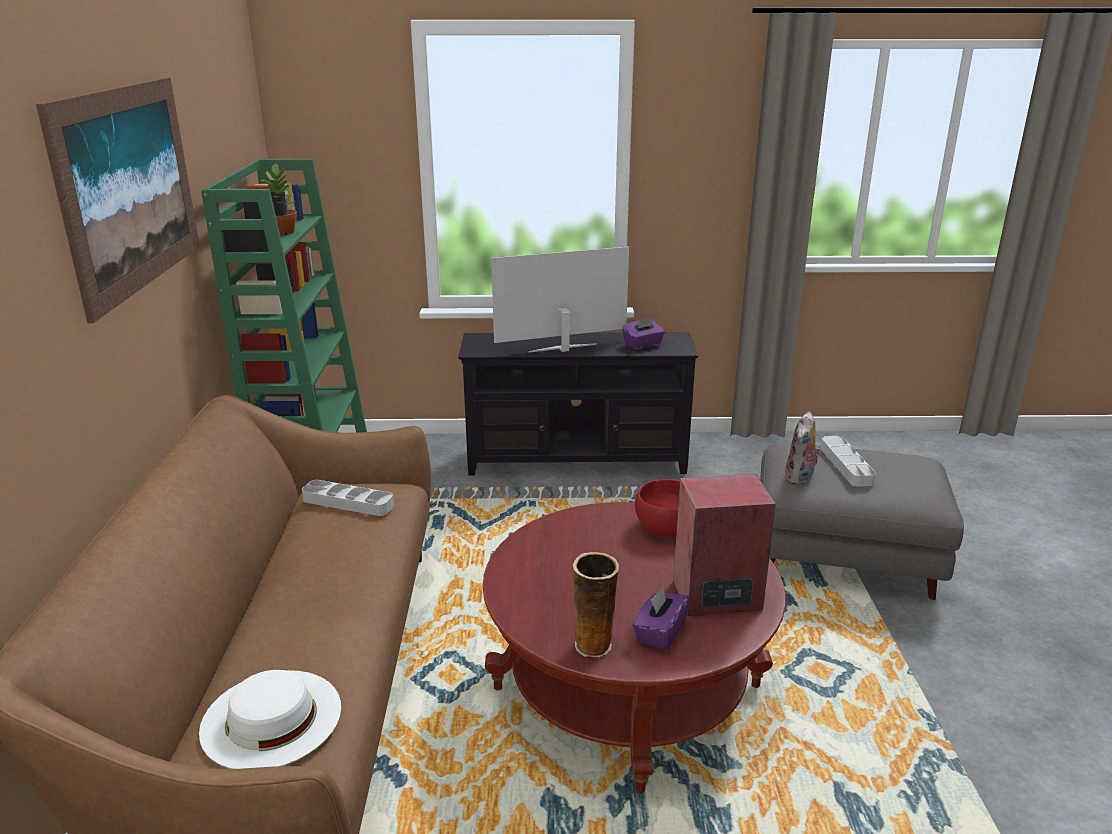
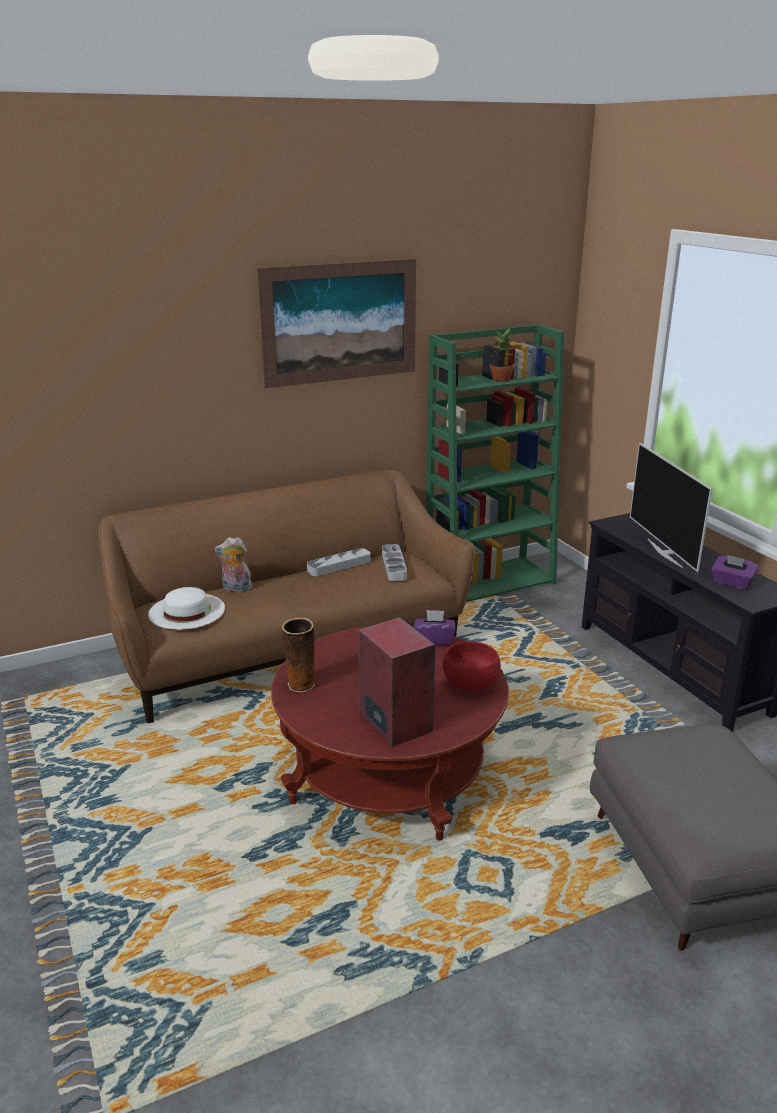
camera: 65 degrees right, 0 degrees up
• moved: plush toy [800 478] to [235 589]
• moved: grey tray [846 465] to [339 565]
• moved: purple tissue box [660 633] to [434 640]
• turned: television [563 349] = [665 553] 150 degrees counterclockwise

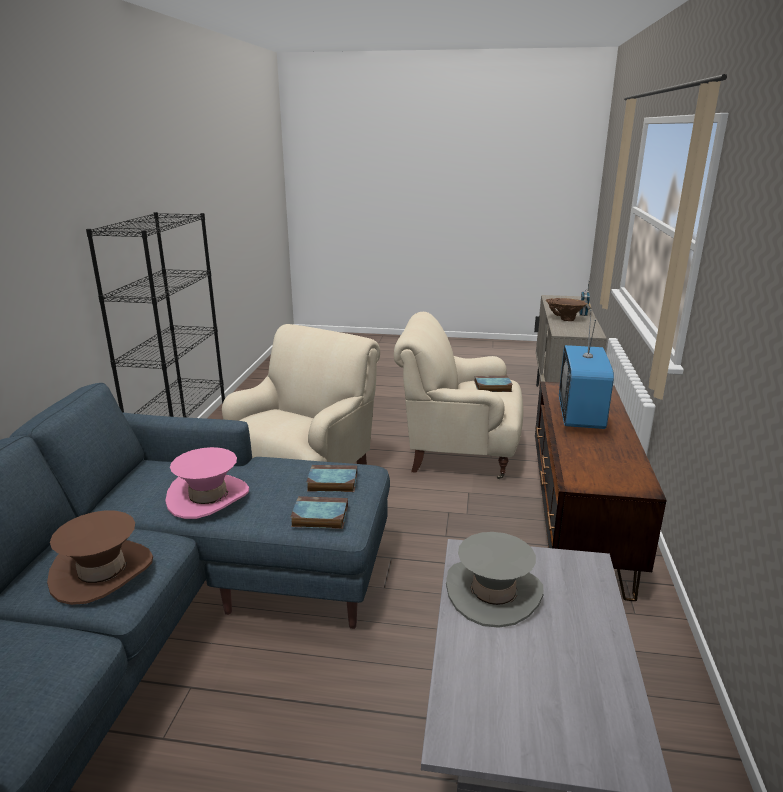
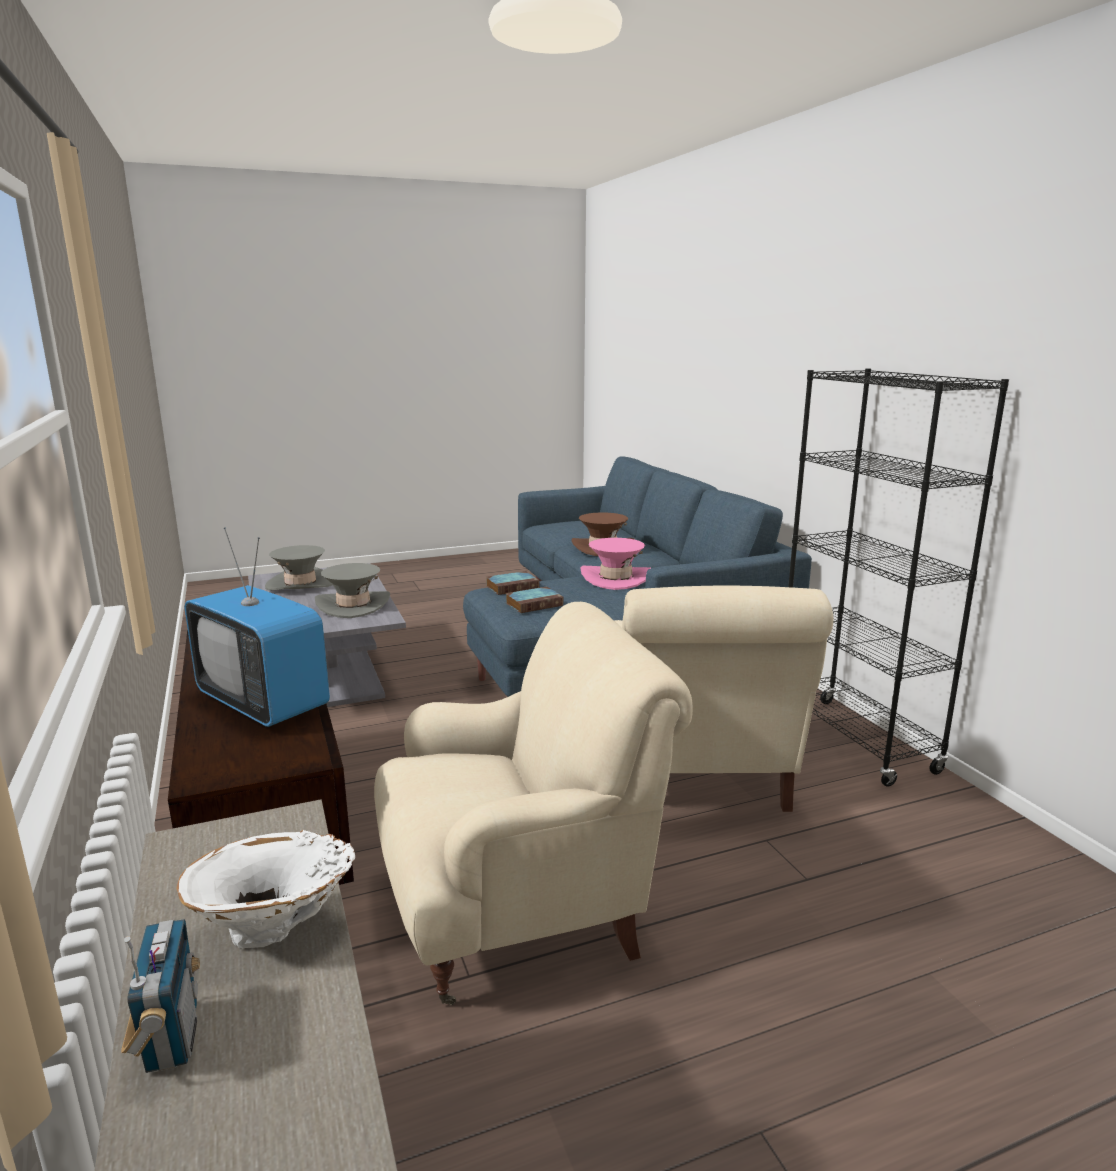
camera: 150 degrees right, 5 degrees down
• recoloured: brown vase [564 319] to white vase [276 933]
• turned: television [581 416] = [264 703] 150 degrees clockwise
• added: grey hat [300 584]
• removed: book [492 387]

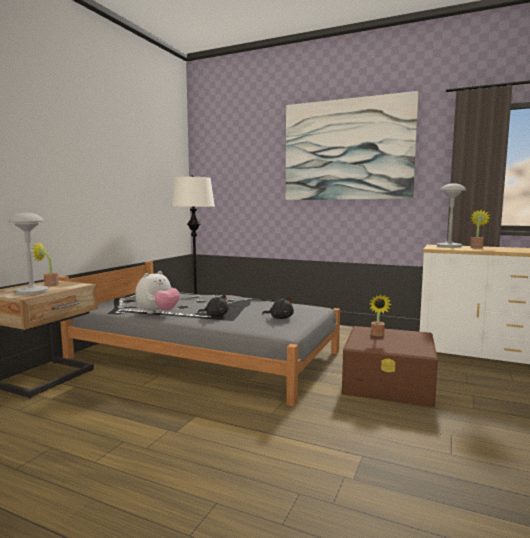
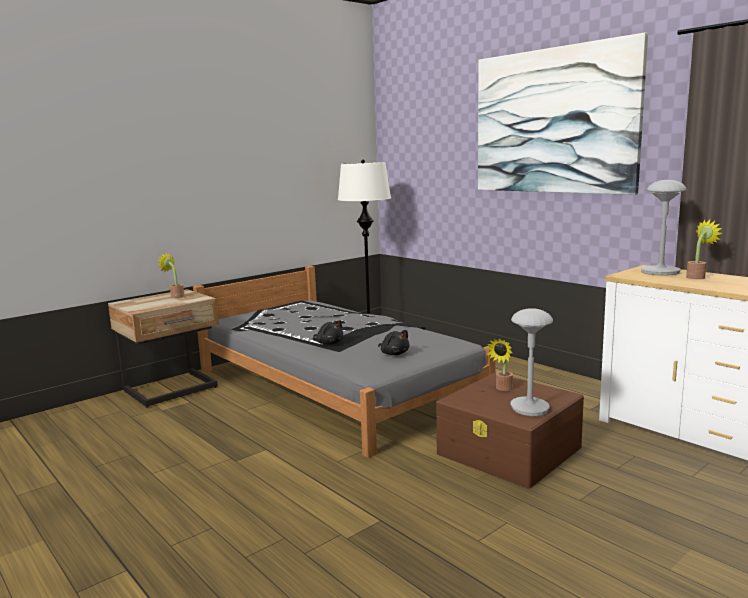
camera: 25 degrees right, 5 degrees up
• moved: grey table lamp [32 292] to [529 408]
• removed: plush toy [158 313]

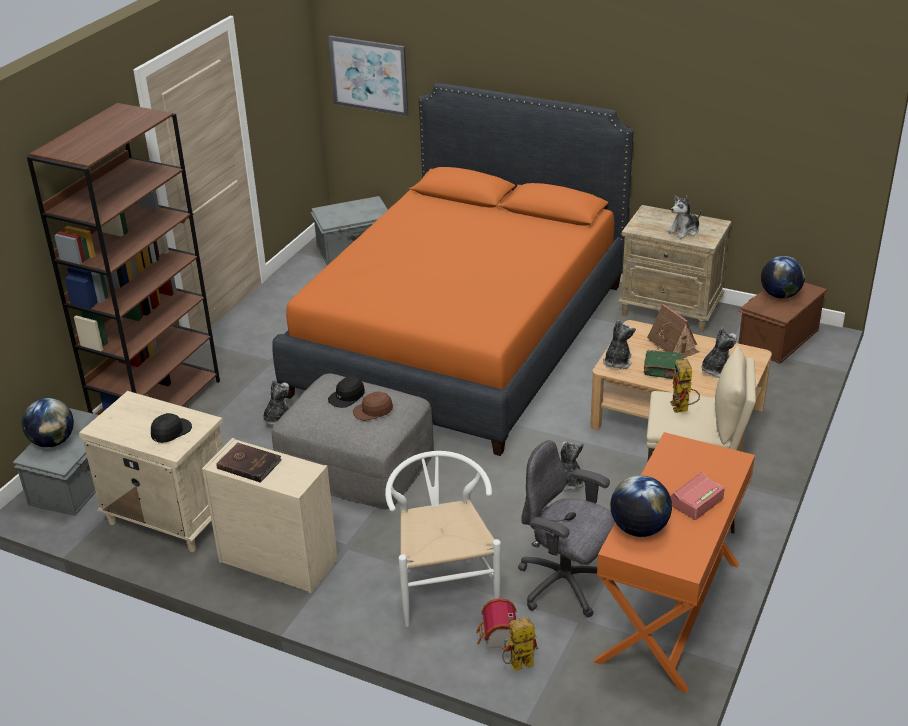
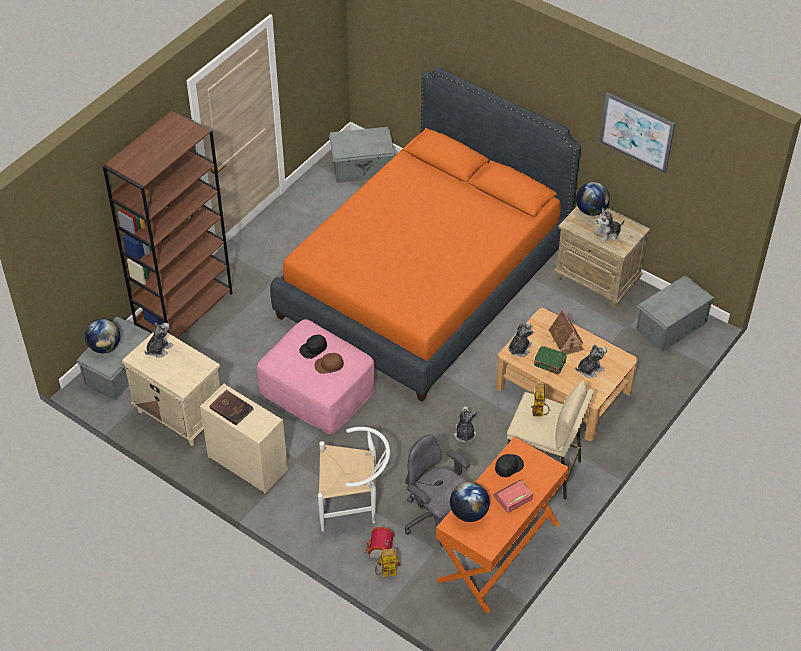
camera: 10 degrees right, 15 degrees up
• moved: plush toy [277 419] to [159 349]
• recoloured: grey ottoman [357 463] to pink ottoman [318 390]
• turned: white chair [443 585] = [354 504] 90 degrees clockwise
• moved: black cap [171 431] to [508 466]
• moved: globe [779 295] to [591 210]
• moved: picture [369 75] to [637 132]
• recoloured: brown storage box [777 338] to grey storage box [670 325]

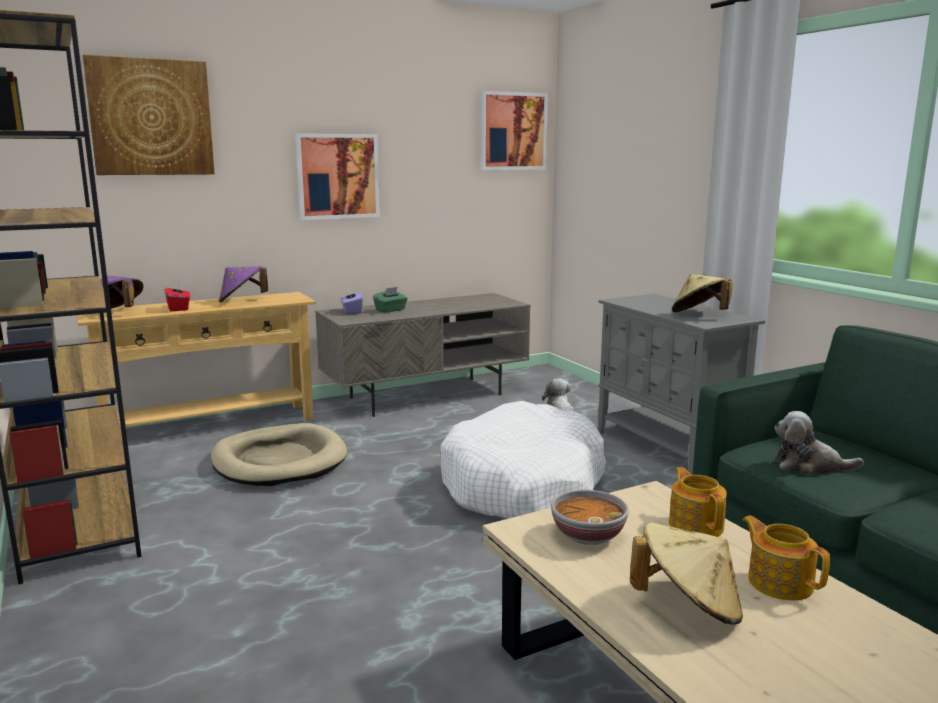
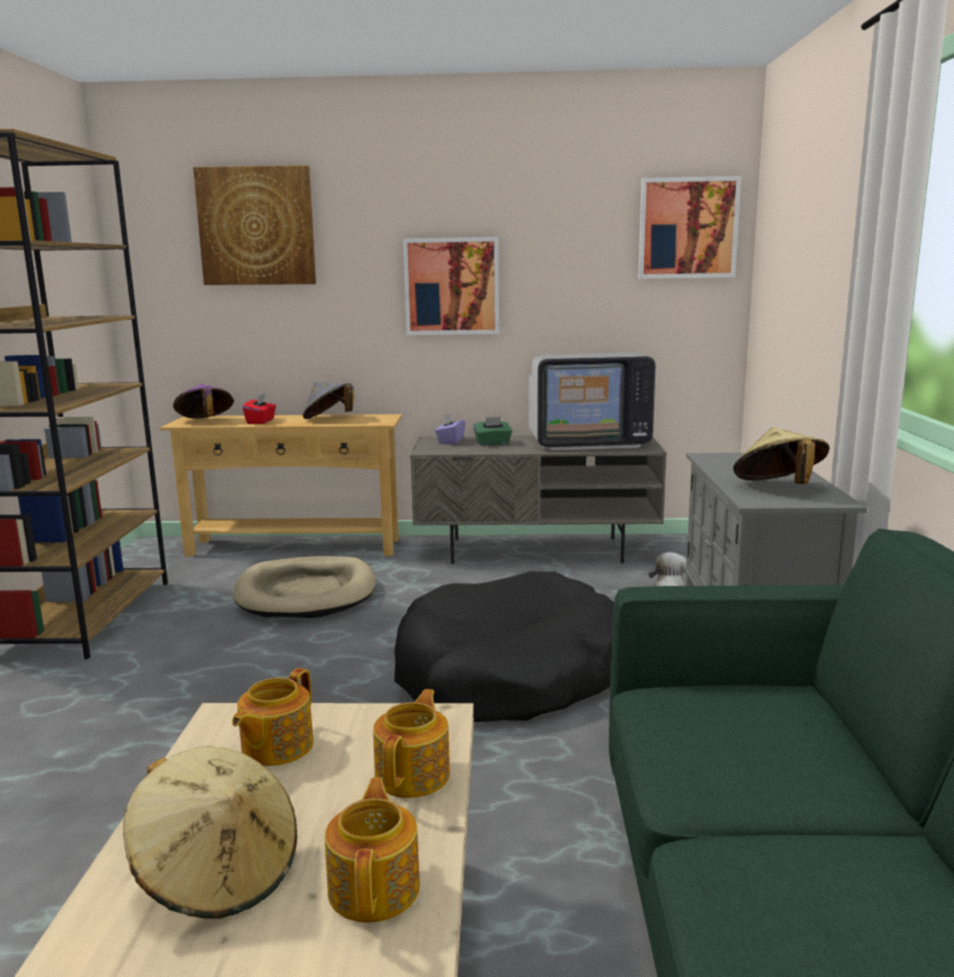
camera: 30 degrees right, 0 degrees up
• replaced: bowl [587 535] to teapot [275 747]
• recoloured: purple hat [242 301] to grey hat [329 419]
• recoloured: white dog bed [522 484] to black dog bed [508 675]
• added: television [588 442]
• removed: plush toy [809 466]

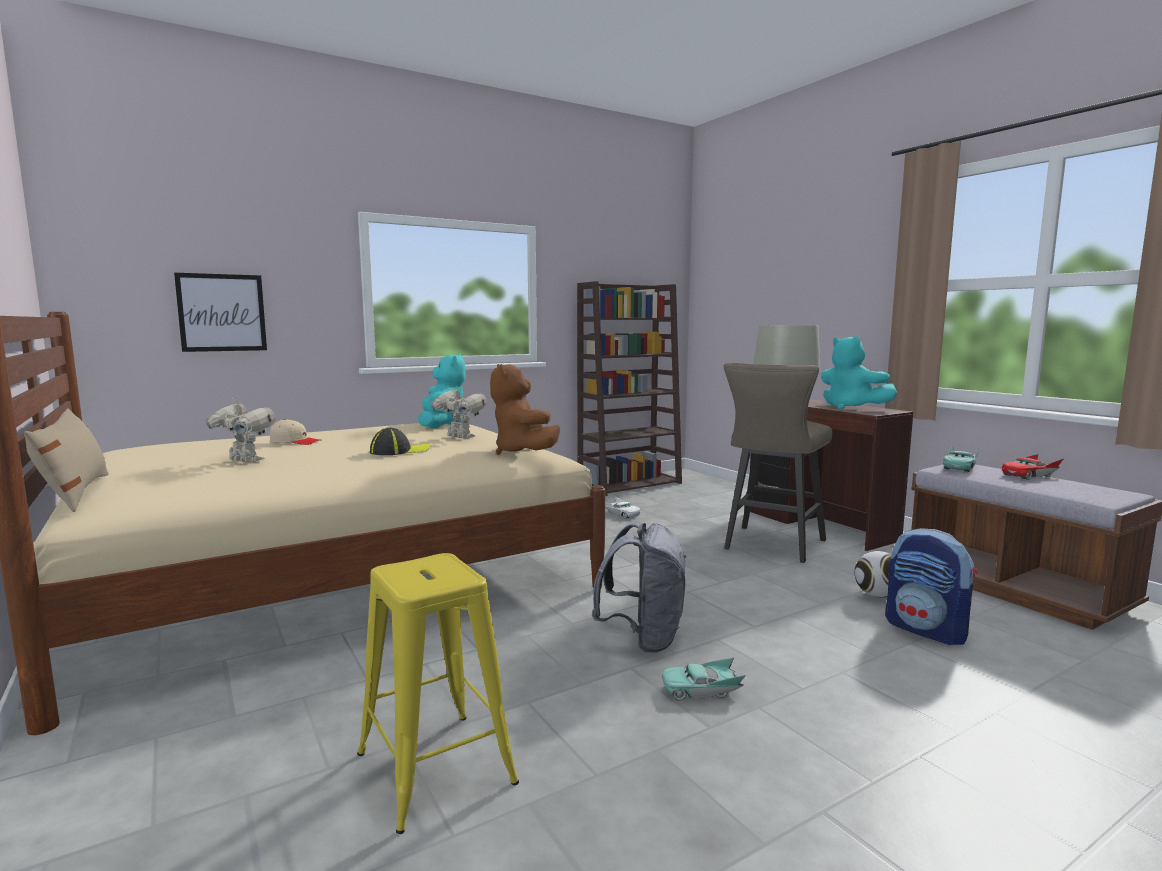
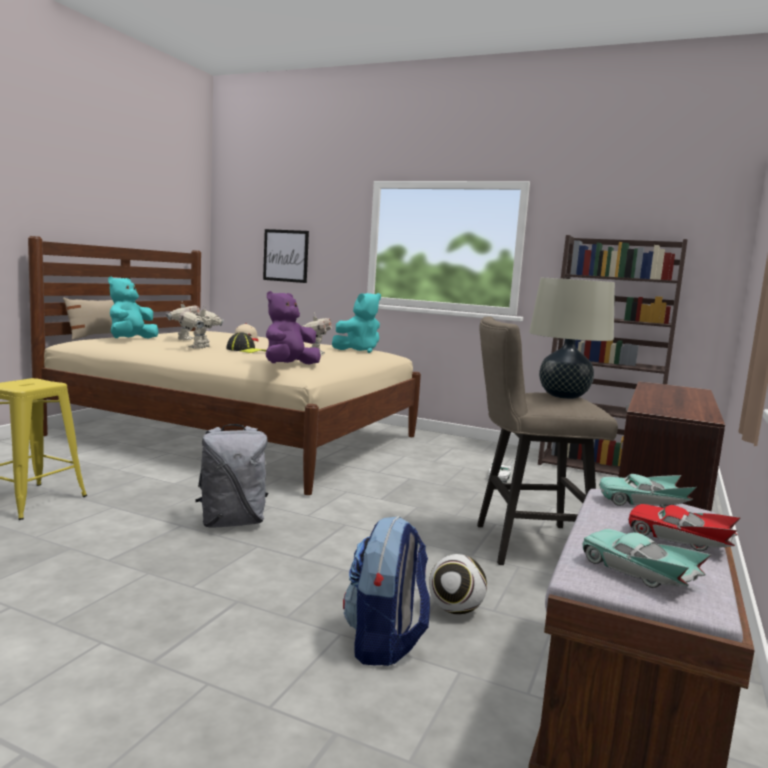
camera: 55 degrees right, 0 degrees up
• moved: turquoise plush toy [851 408] to [131 340]
• added: toy robot [201 348]
• recoloured: brown plush toy [523 453] to purple plush toy [289 366]
• moved: turquoise toy car [701 690] to [638 572]

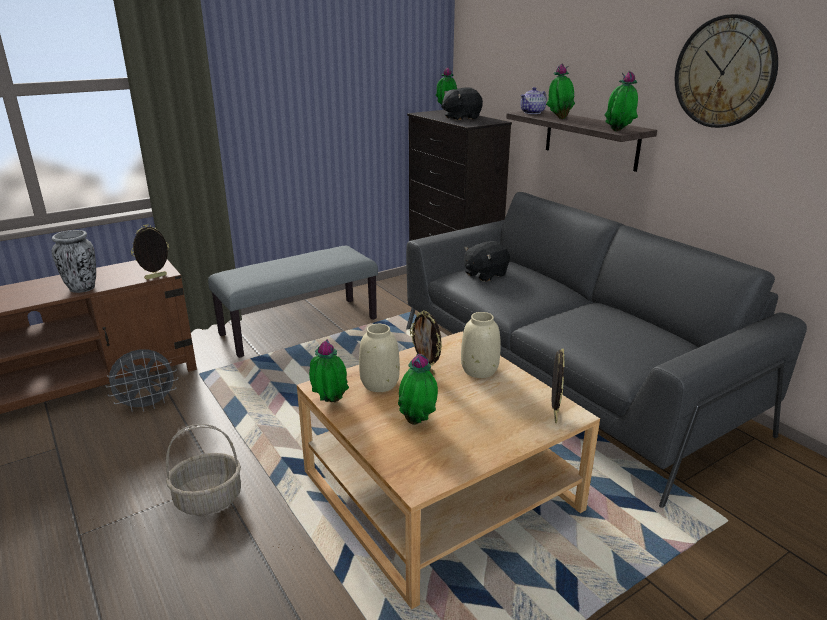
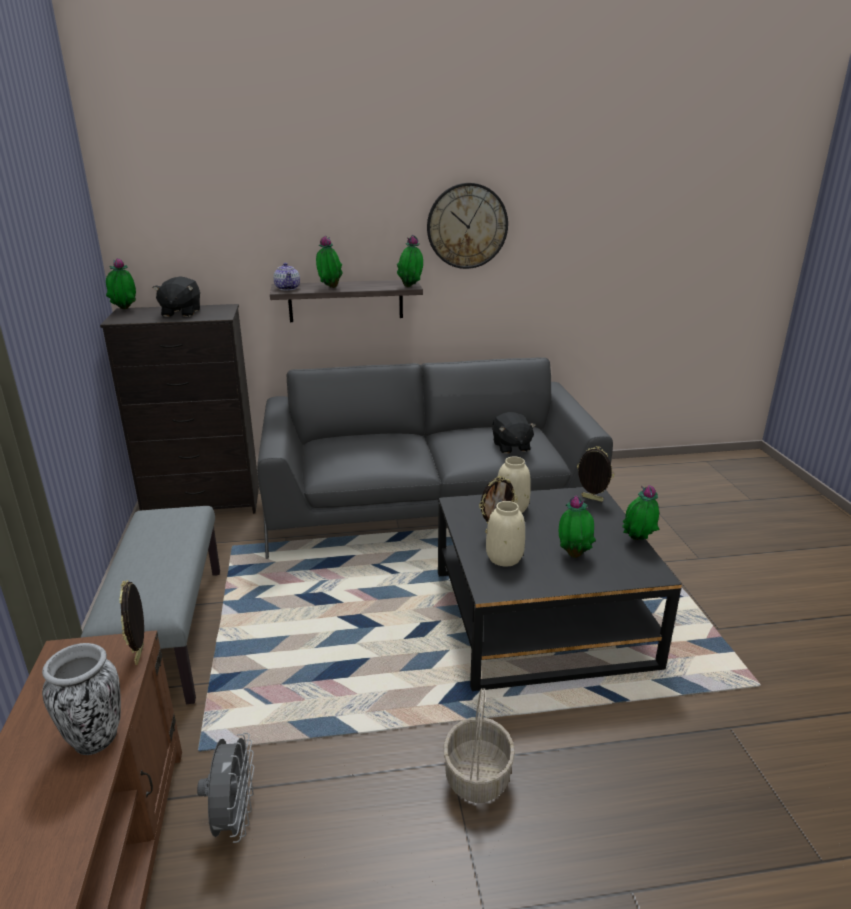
camera: 65 degrees left, 0 degrees up
• recoloured: beige coffee table [439 491] to black coffee table [540 617]
• moved: black plush toy [485 274] to [511 446]
• moved: potted plant [329 403] to [637 541]

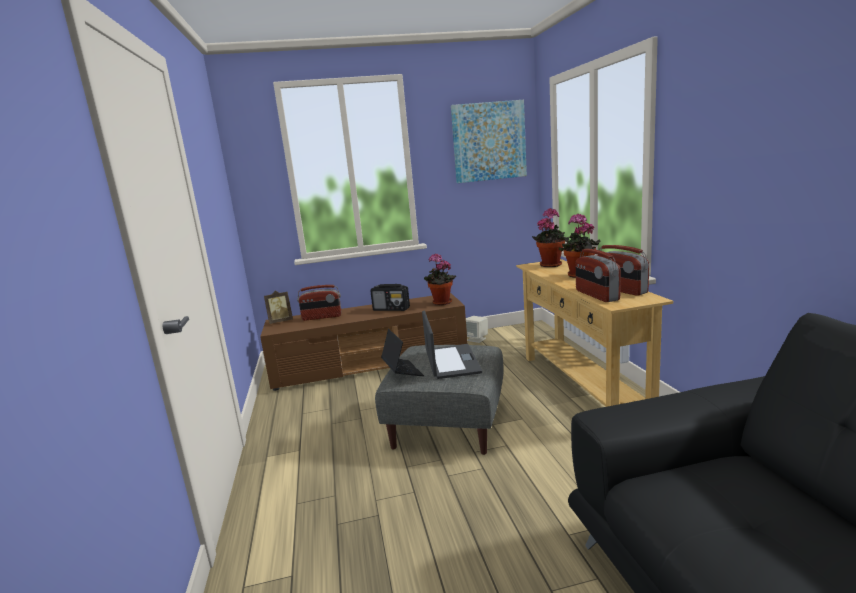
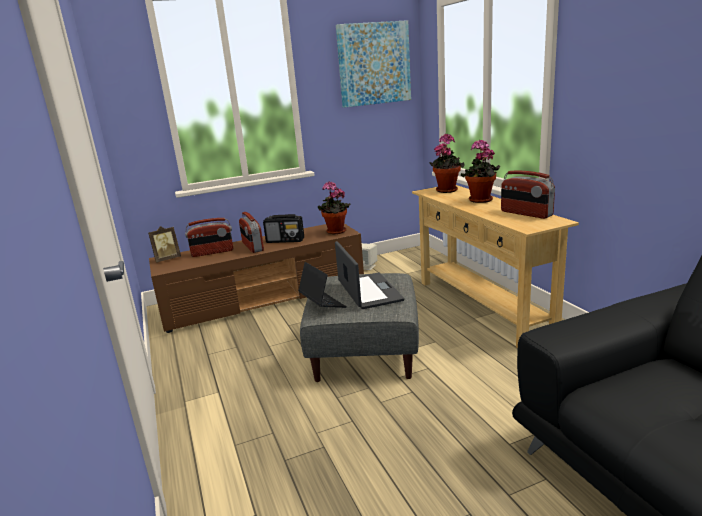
camera: 10 degrees left, 5 degrees up
• moved: radio [596 295] to [252 247]

